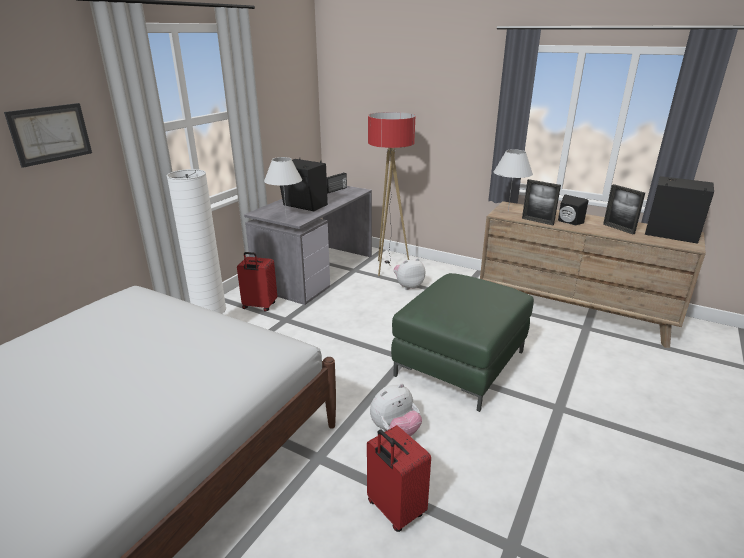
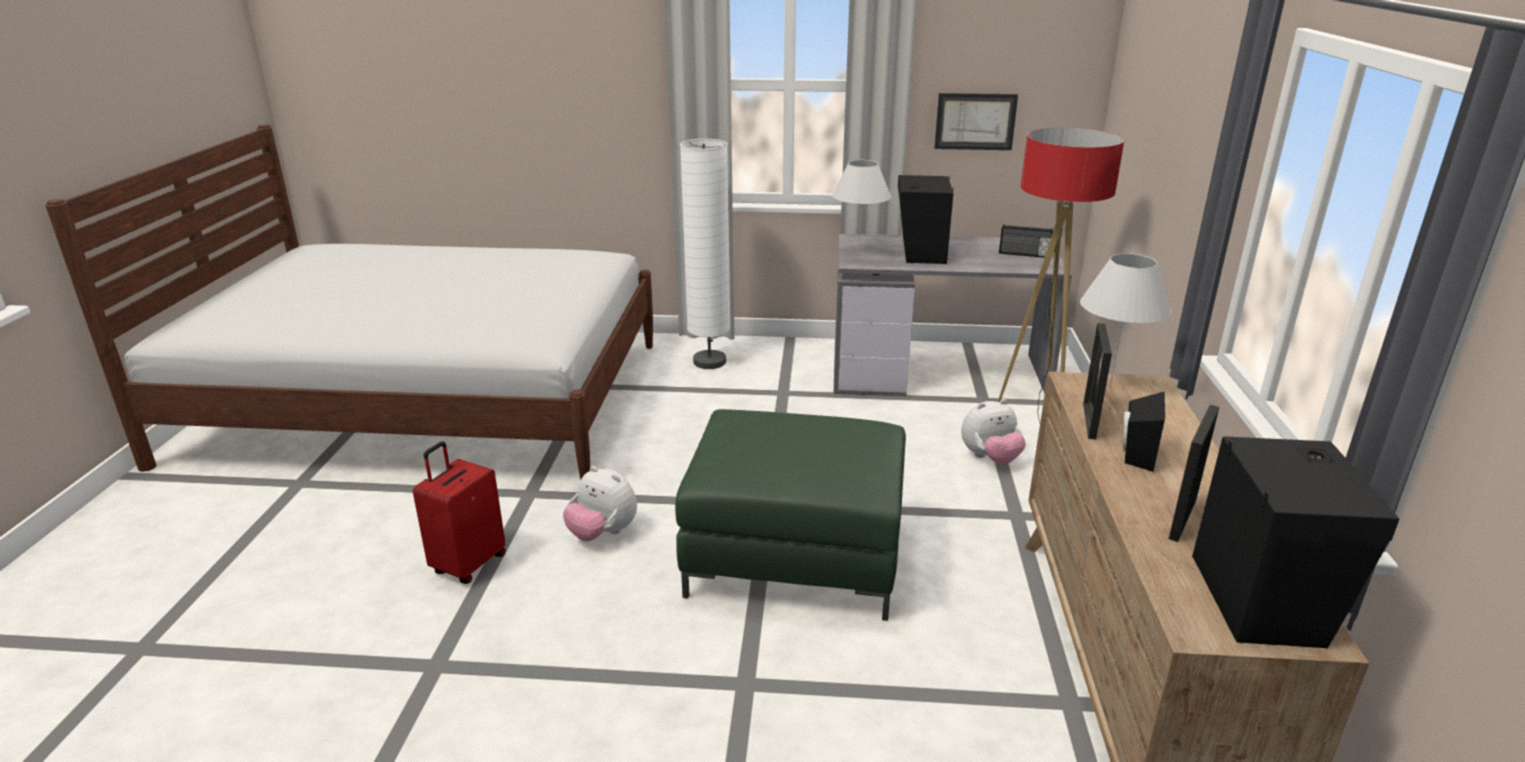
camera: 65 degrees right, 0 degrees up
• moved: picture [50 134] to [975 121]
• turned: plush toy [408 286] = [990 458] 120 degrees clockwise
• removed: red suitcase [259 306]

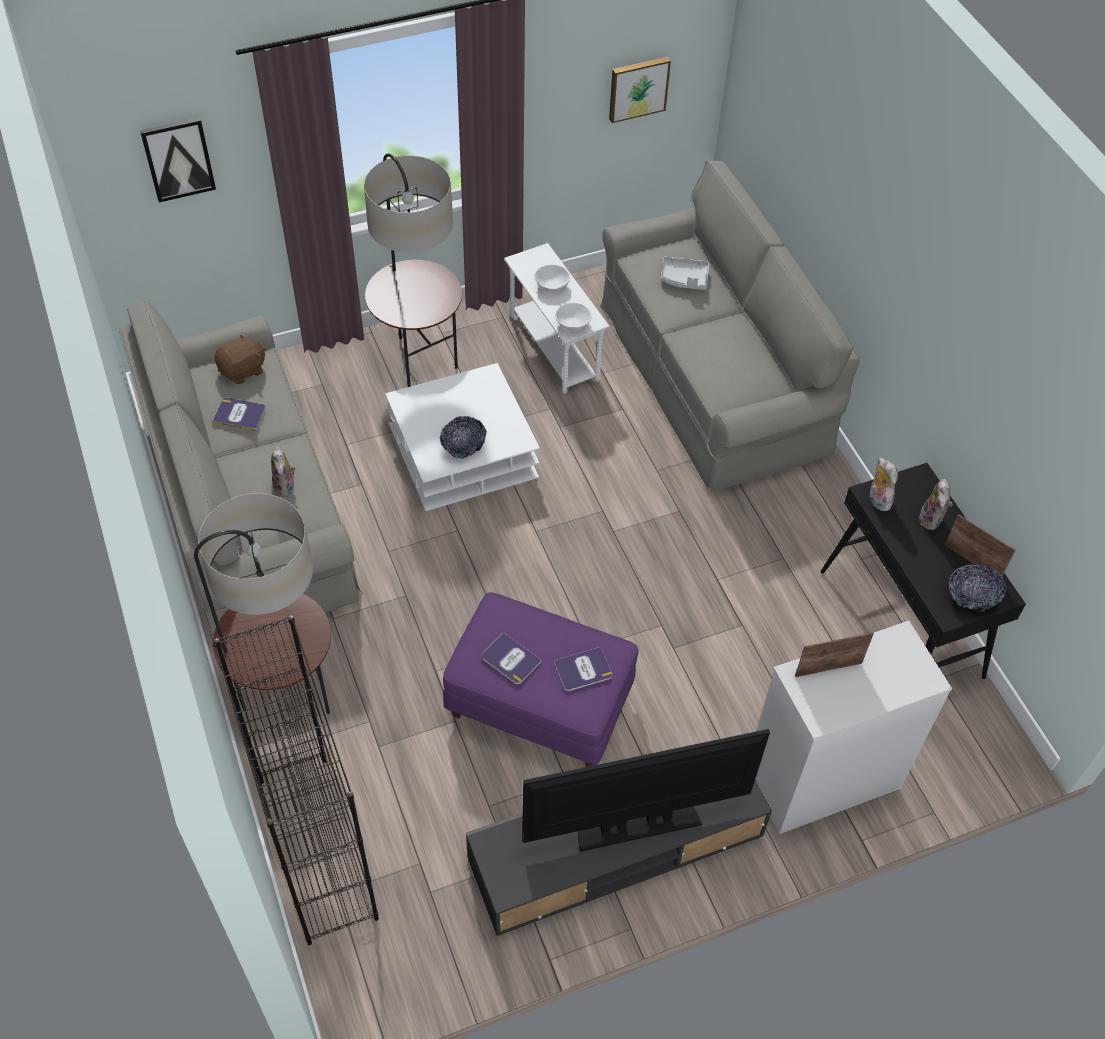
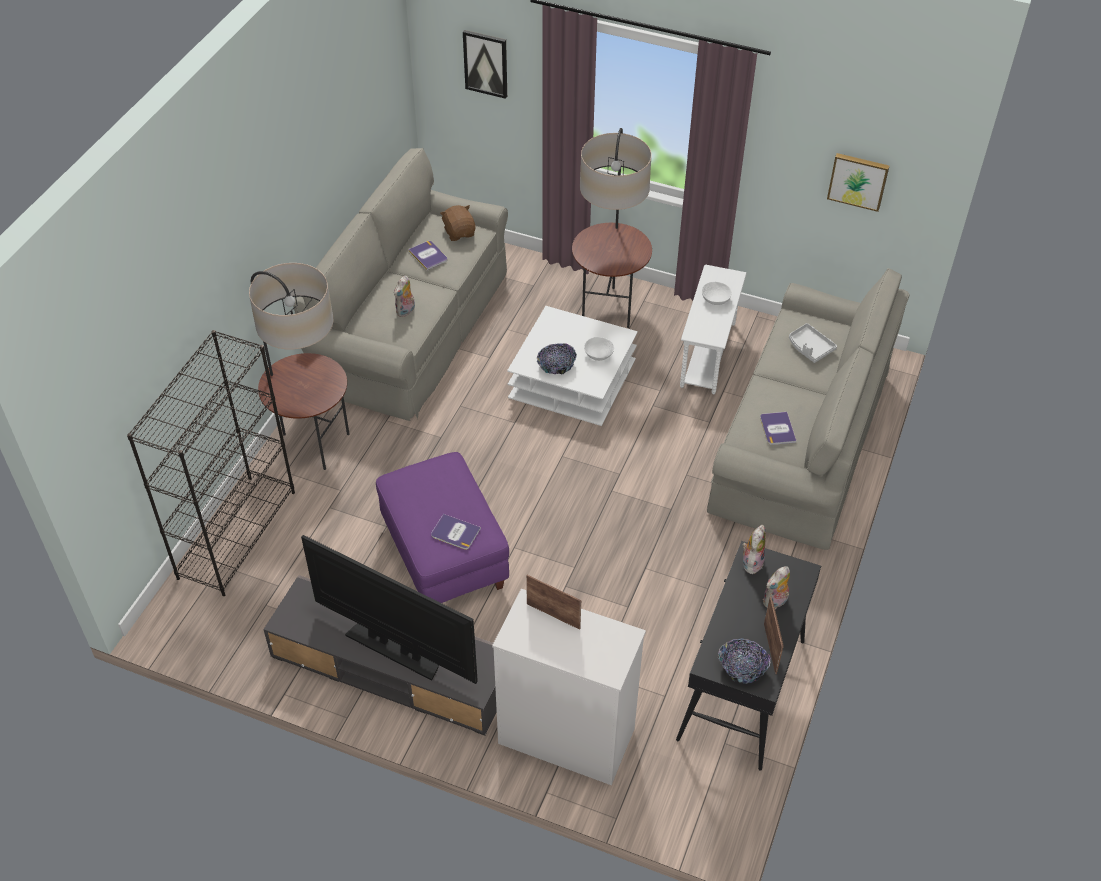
camera: 45 degrees right, 5 degrees down
• turned: brown plush toy [243 370] = [459 232] 120 degrees counterclockwise
• moved: white bowl [573 324] to [598 355]
• moved: book [510 659] to [777 429]

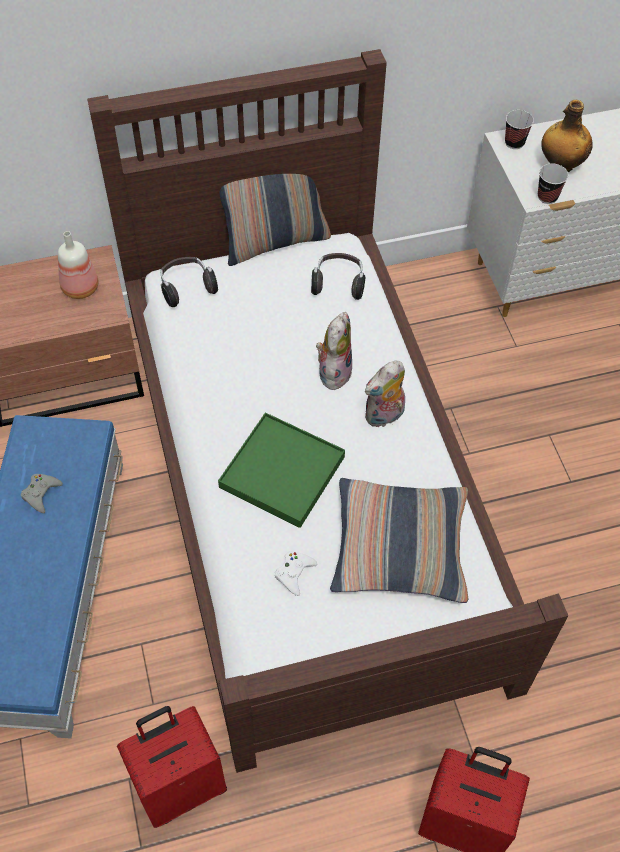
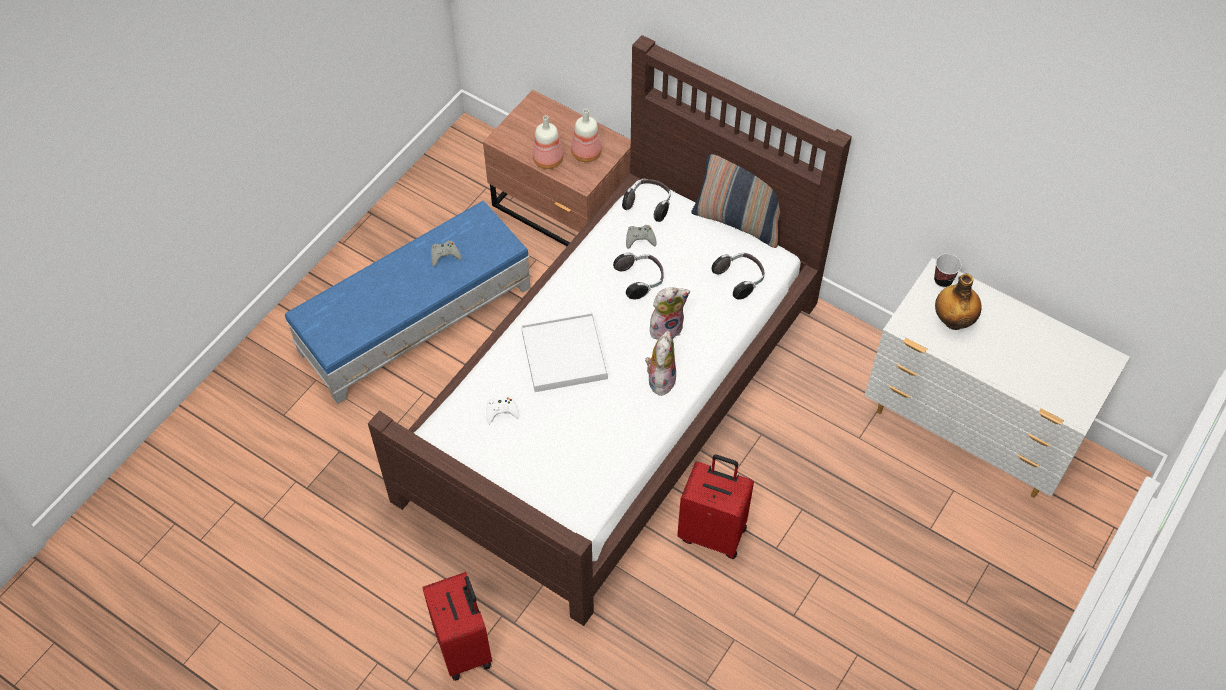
camera: 50 degrees right, 0 degrees up
• recoloured: green tray [282 472] to white tray [564 354]
• added: bottle [549 160]
• added: headphones [640 280]
• added: grey game controller [640 239]
• turned: plush toy [384 416] = [660 379] 90 degrees clockwise
• moved: red suitcase [181 785] to [713 532]
• removed: pillow [399 547]
• removed: cup [547 197]

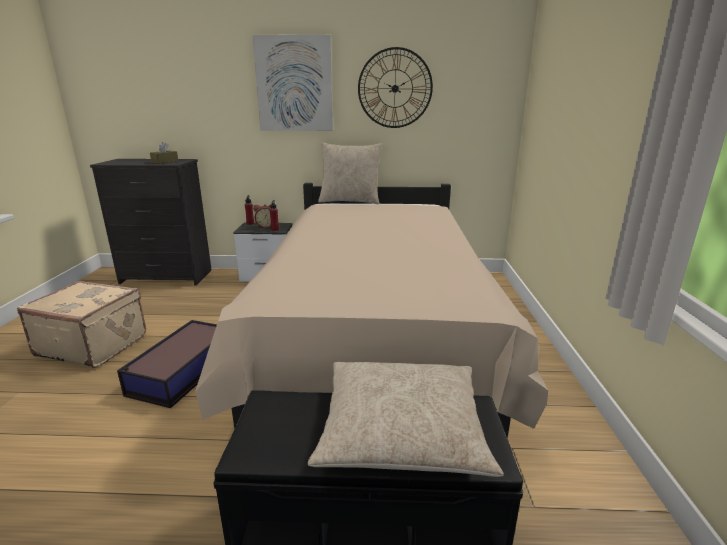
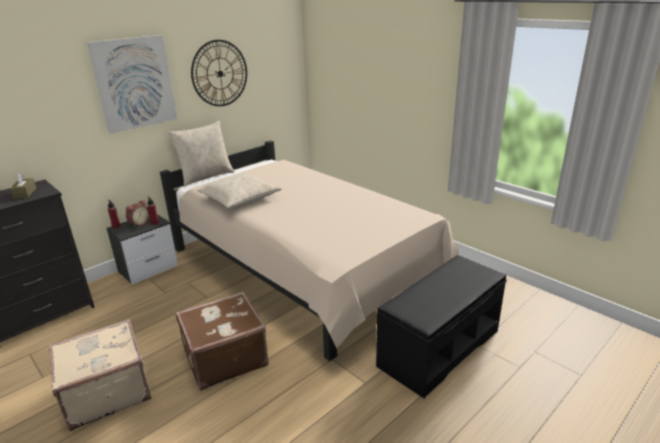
camera: 45 degrees left, 5 degrees up
• replaced: storage box [182 372] to brown suitcase [224 358]
• moved: beige pillow [401 429] to [239 198]

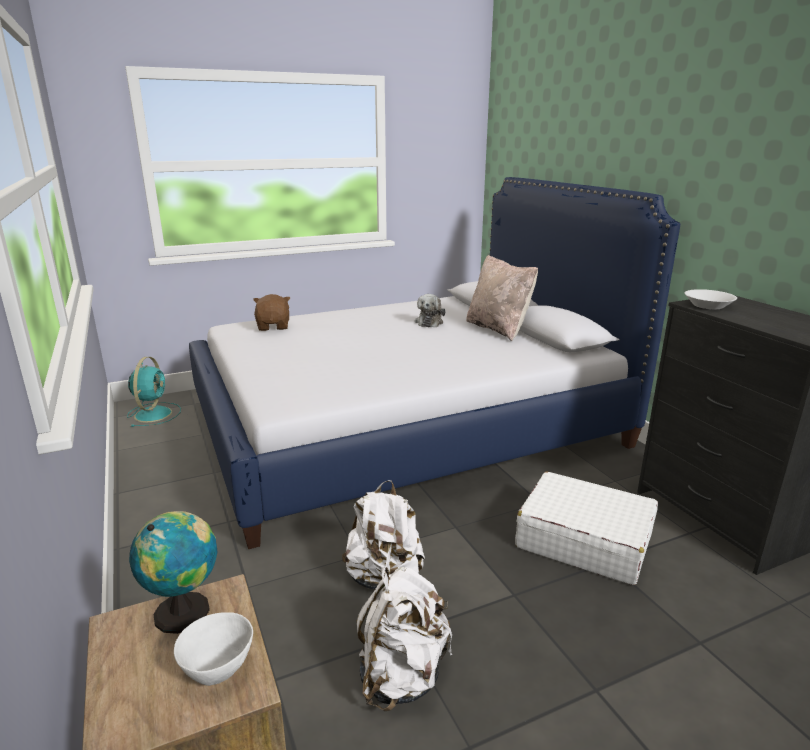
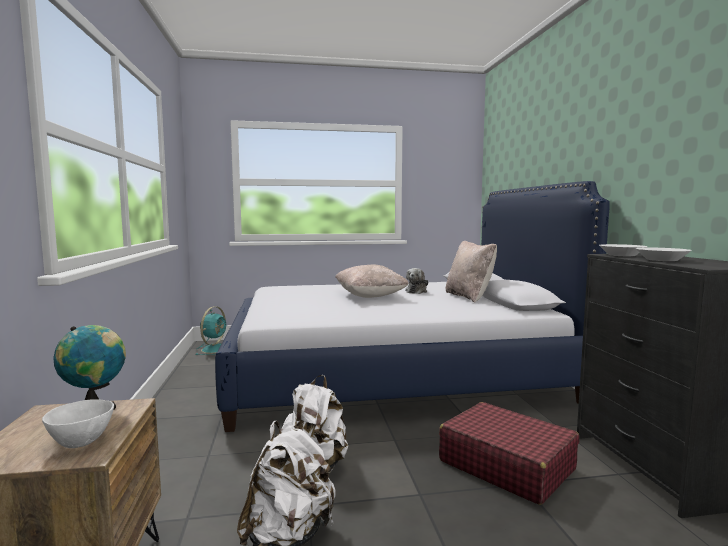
camera: 15 degrees right, 15 degrees down
• added: beige pillow [370 296]
• recoloured: white suitcase [583 540] to red suitcase [506 465]
• added: white bowl [662 260]
• removed: brown plush toy [274 326]

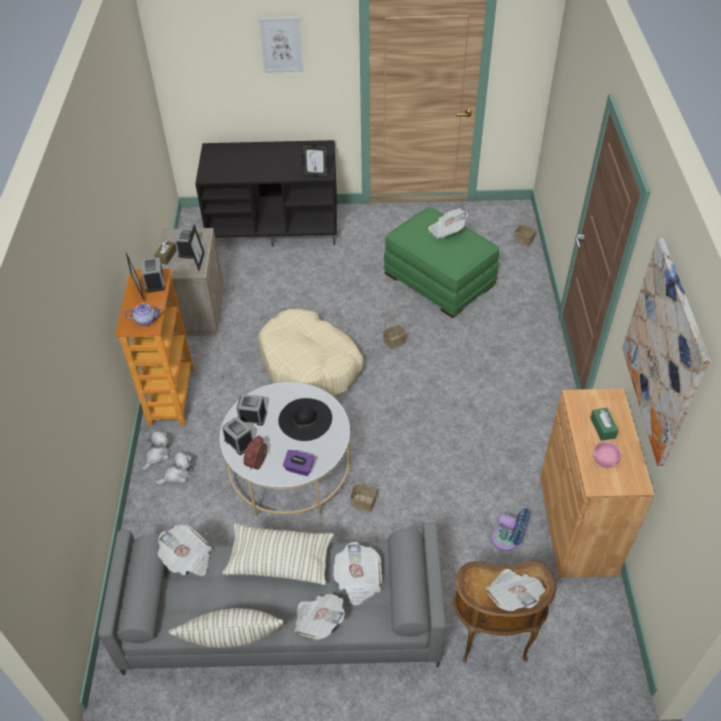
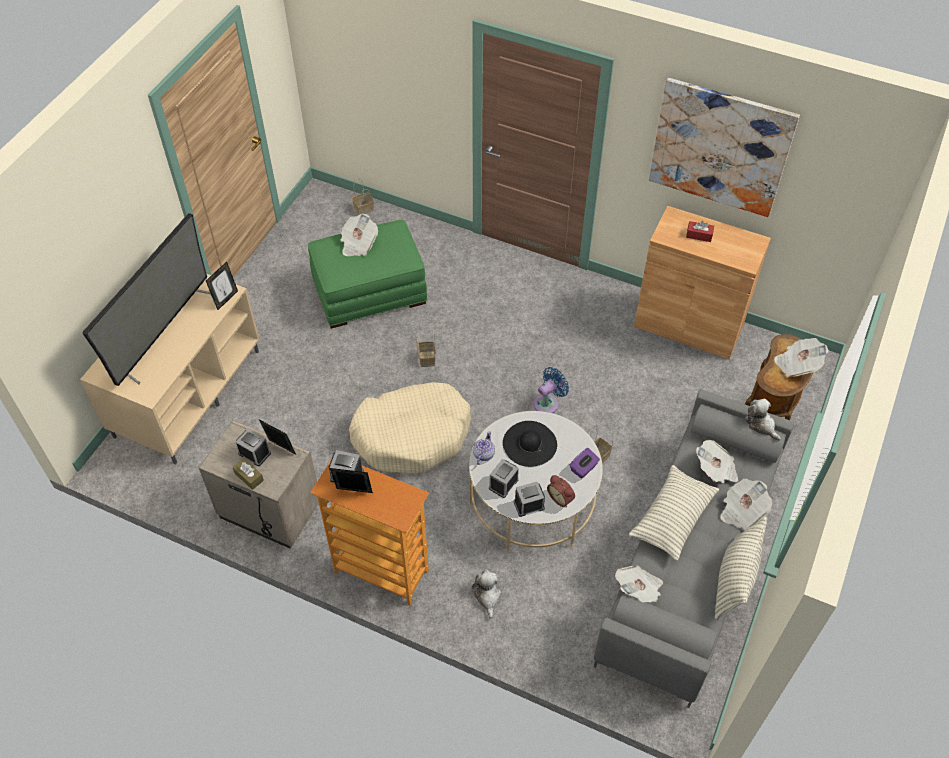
camera: 65 degrees left, 5 degrees up
• recoloured: black tv stand [275 226] to beige tv stand [187 392]
• added: television [163 332]
• moved: teapot [146 320] to [483 454]
• moved: blue fan [508 540] to [548 403]
• recoloured: green tissue box [602 428] to red tissue box [699 235]
• moved: plush toy [157 455] to [761 425]
• removed: picture [281 44]
• removed: pink bowl [604 460]

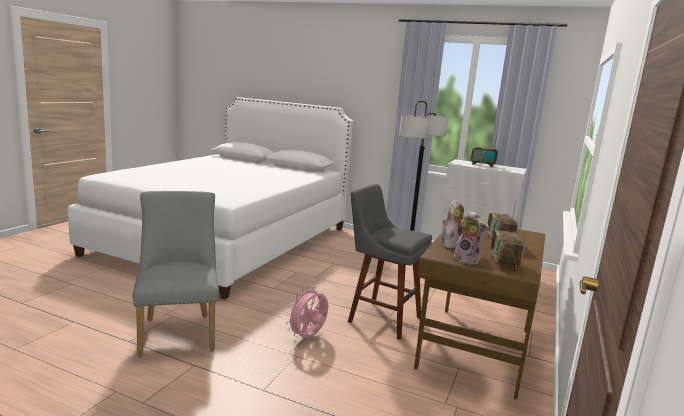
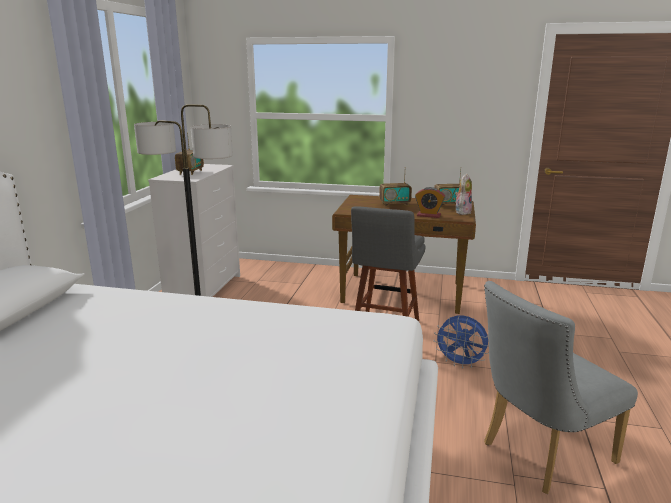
camera: 100 degrees left, 5 degrees up
• replaced: plush toy [449 244] to alarm clock [428 215]
• recoloured: pink fan [308 337] to blue fan [460 363]

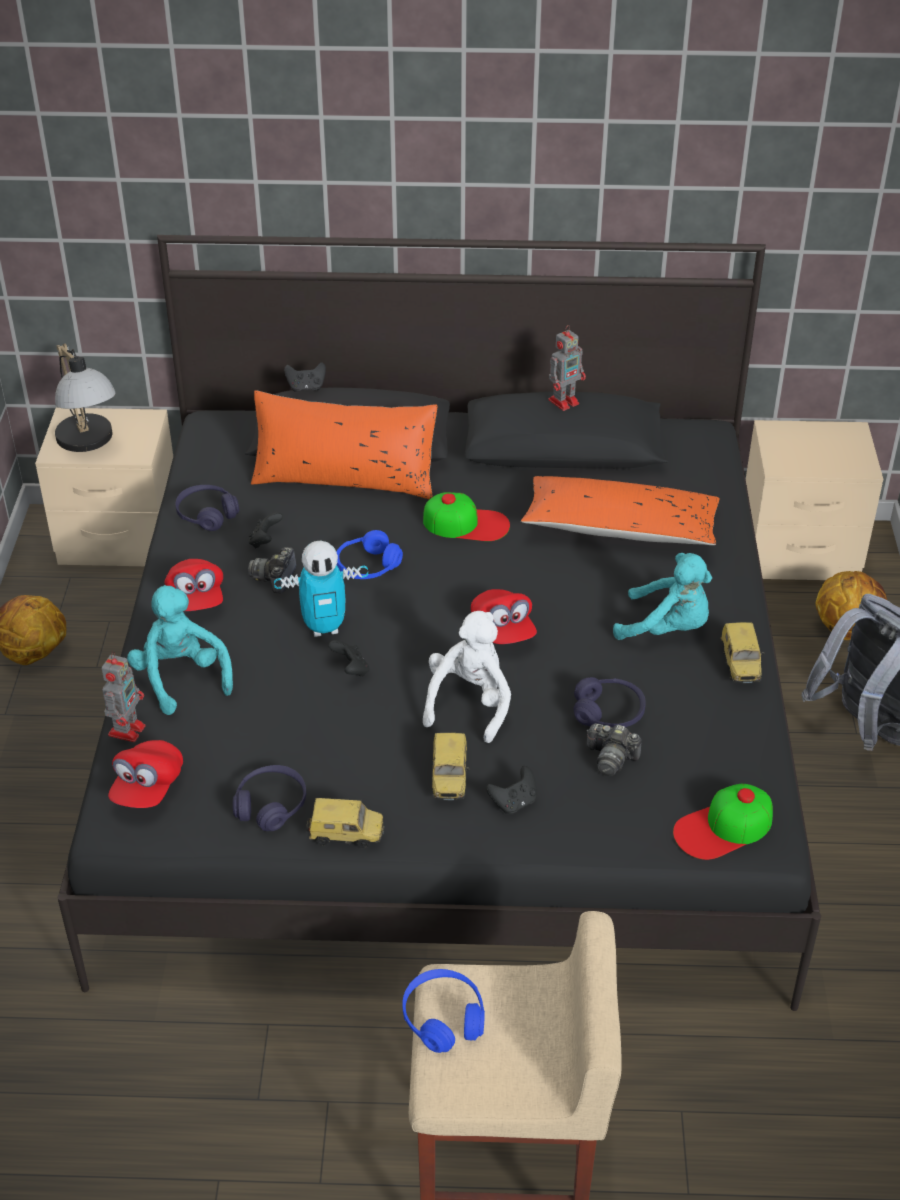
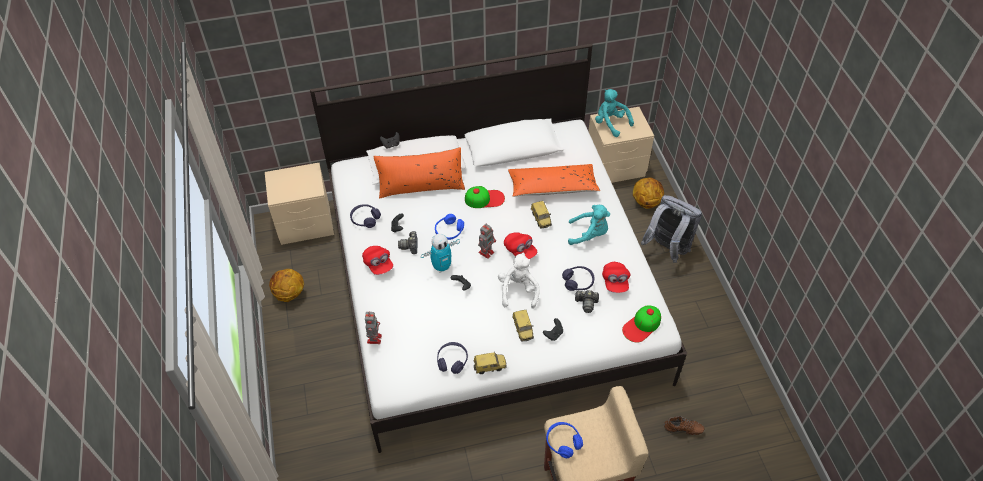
camera: 15 degrees left, 10 degrees up
• recoloured: black bed [451 722] to white bed [492 286]
• moved: toy robot [564 401] to [486 252]
• moved: toy car [741 666] to [541 219]
• moved: turquoise plush toy [181 678] to [610 123]
• moved: red cap [147 787] to [615 282]
• added: brown shoe [683 430]
• removed: table lamp [89 444]

